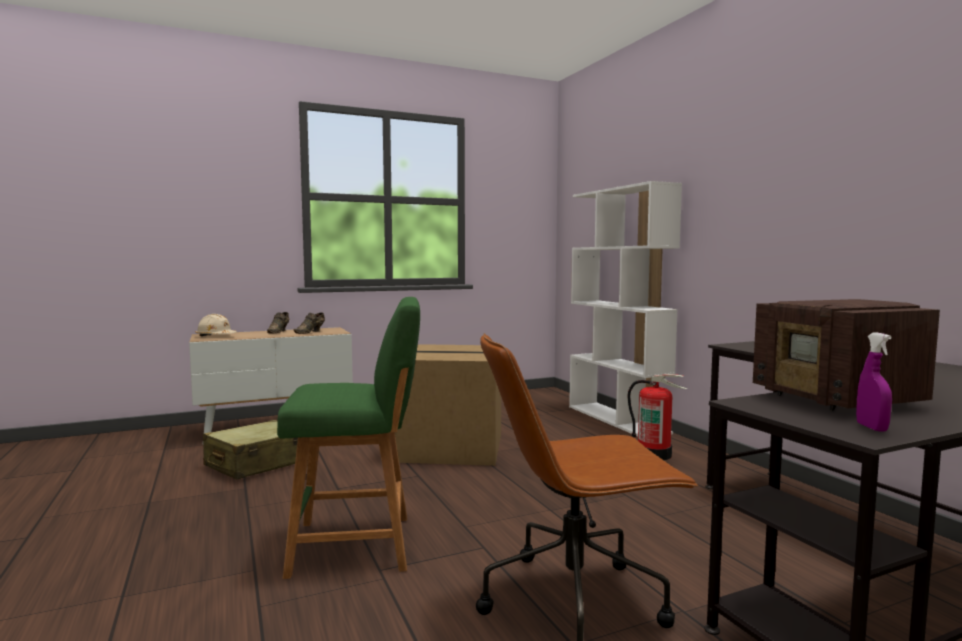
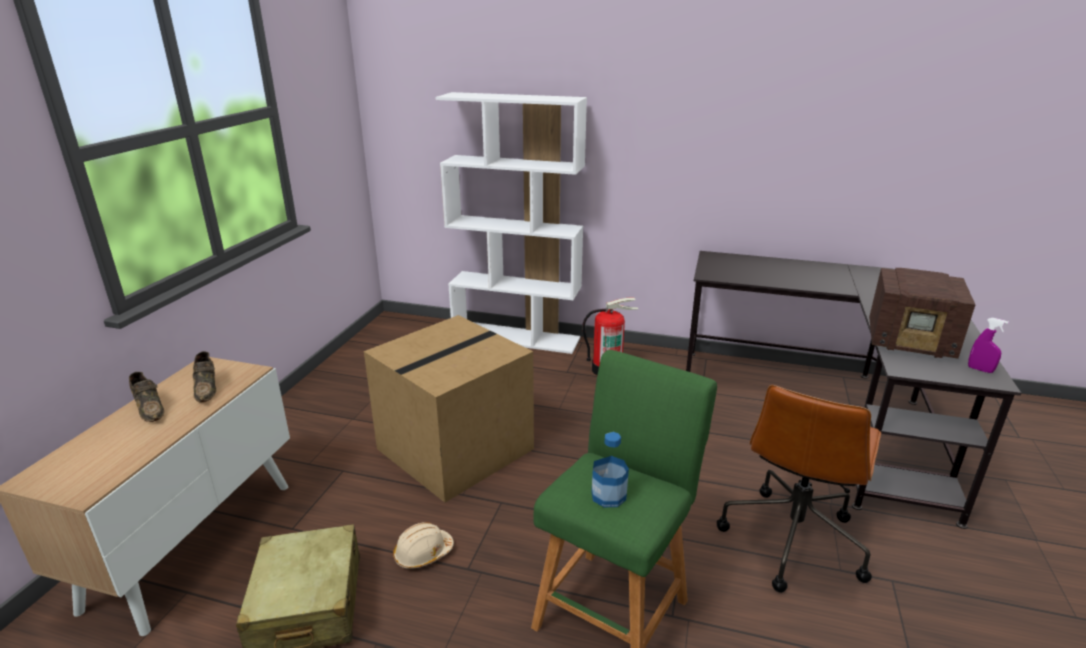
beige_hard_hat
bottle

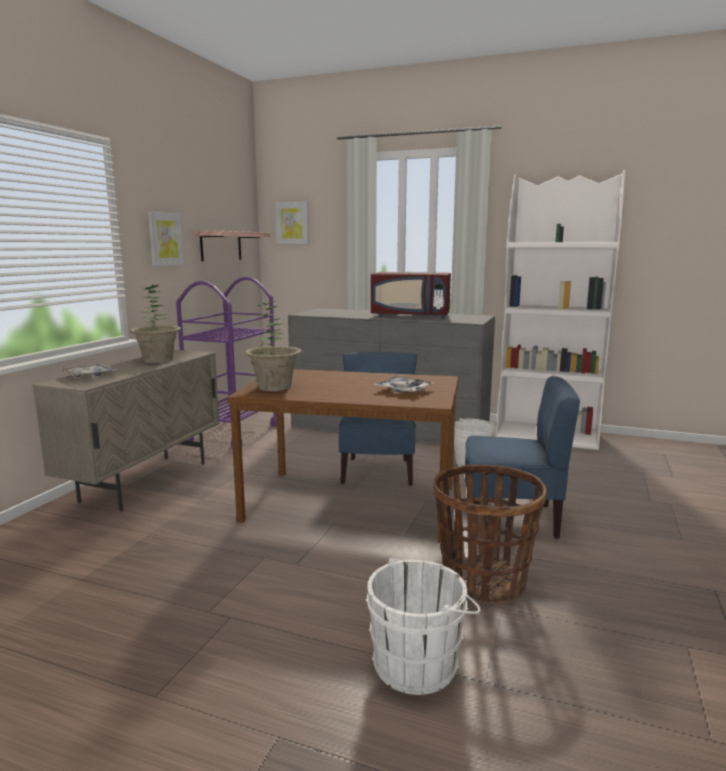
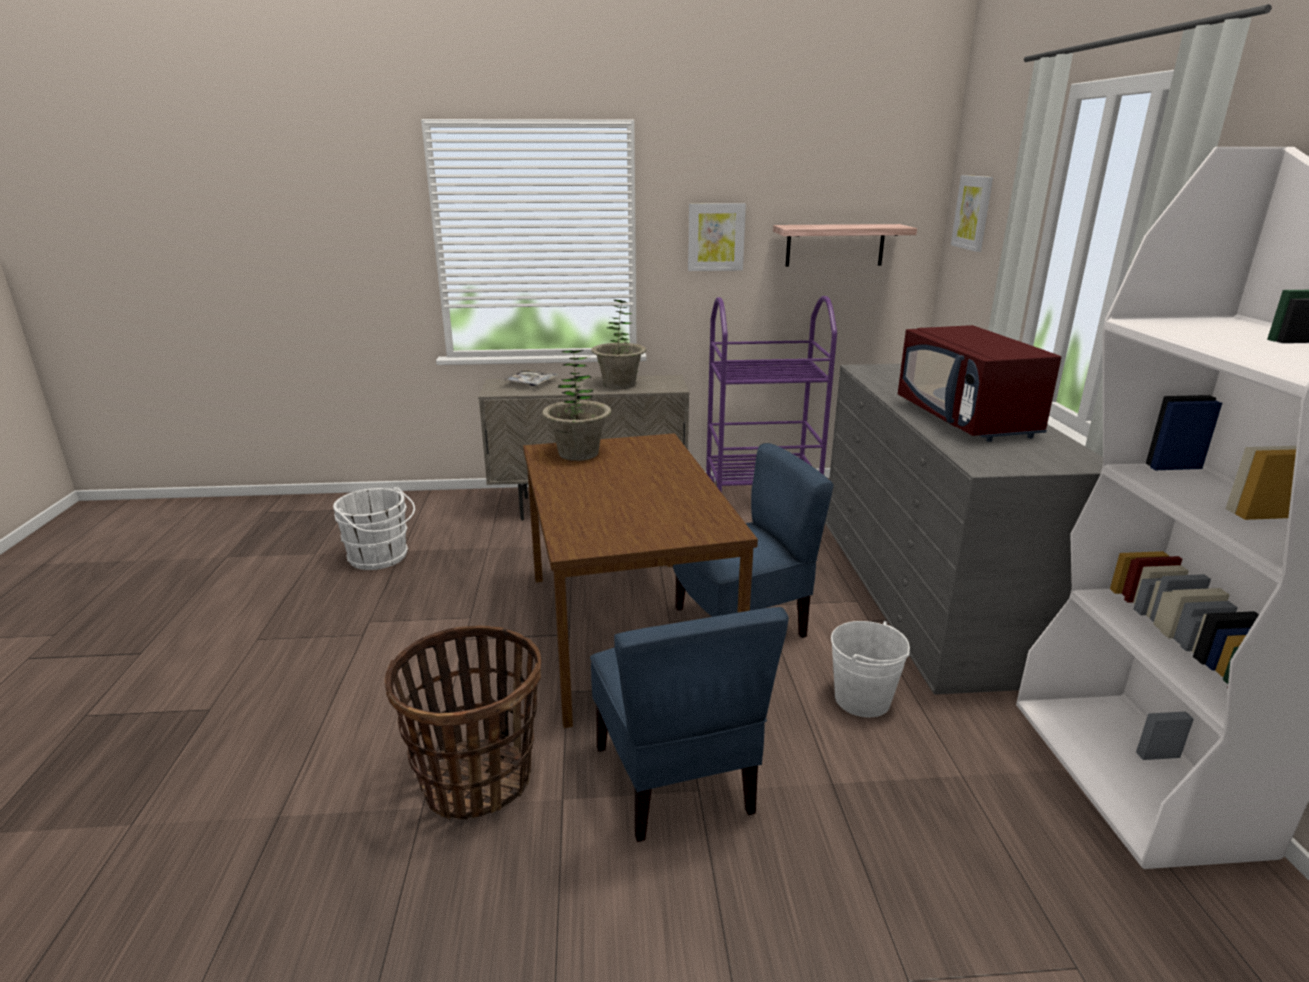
tray (no. 2 from left in the first image)
white_bucket (no. 1 from left)

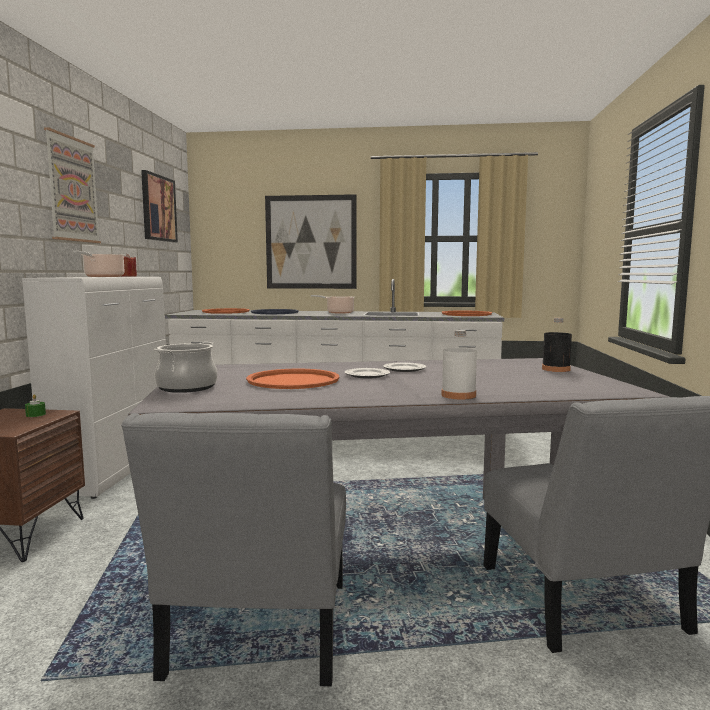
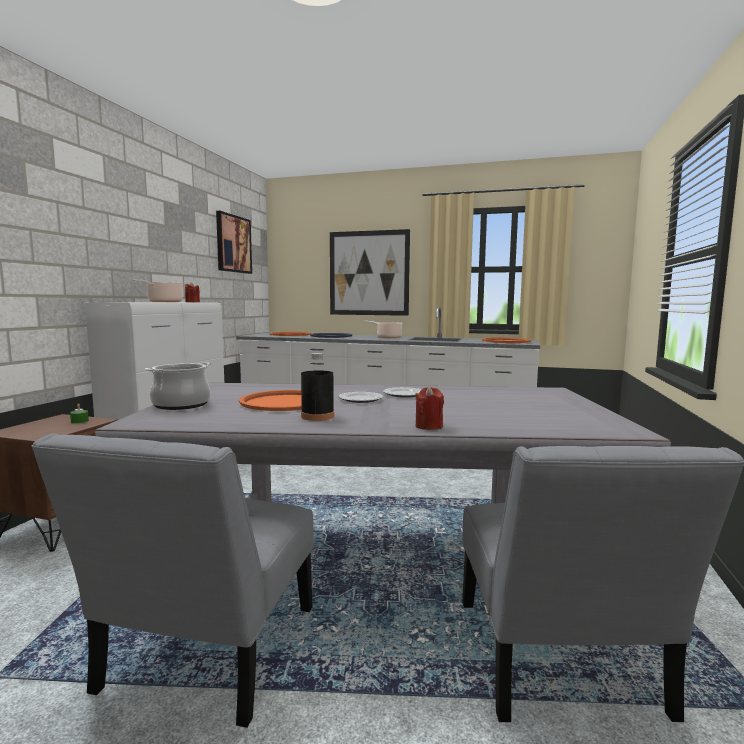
picture (no. 1 from left in the first image)
black_bottle
red_candle (no. 2 from left)

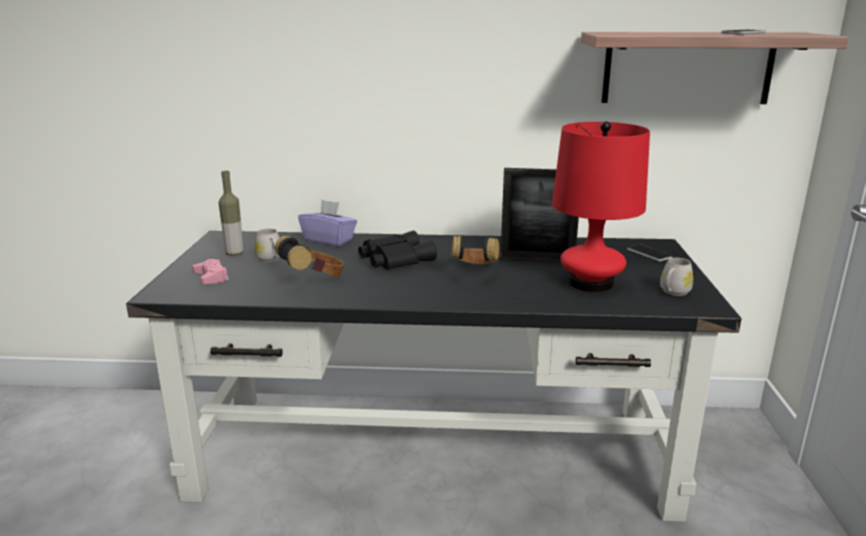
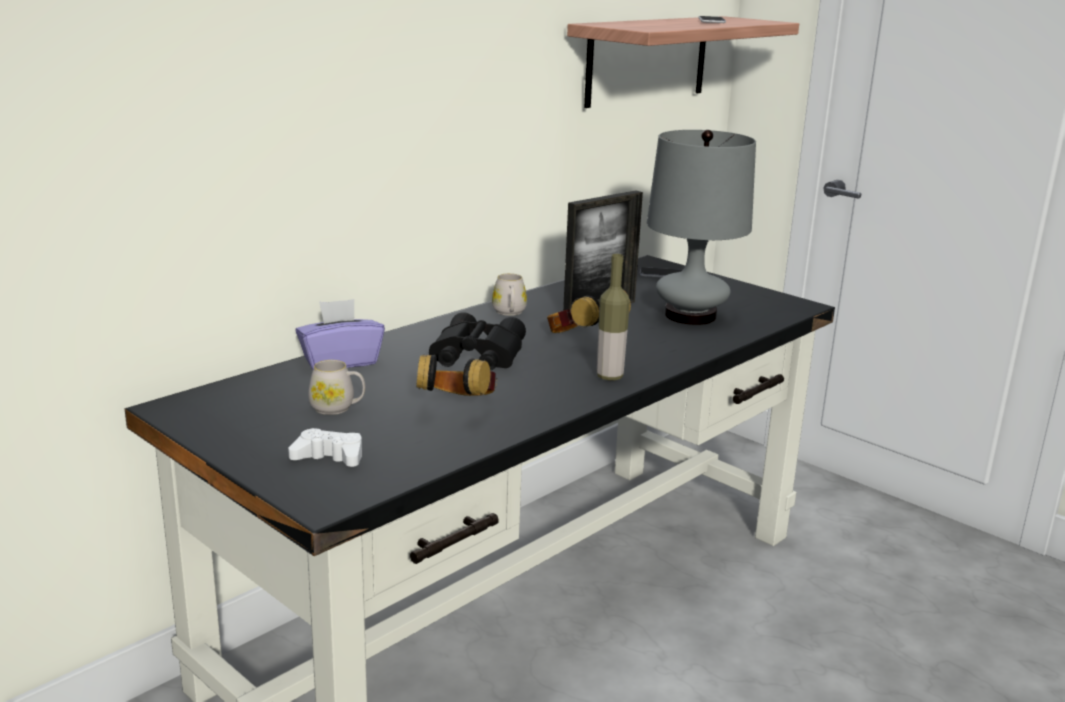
grey_table_lamp
bottle
white_mug (no. 2 from left)
white_game_controller

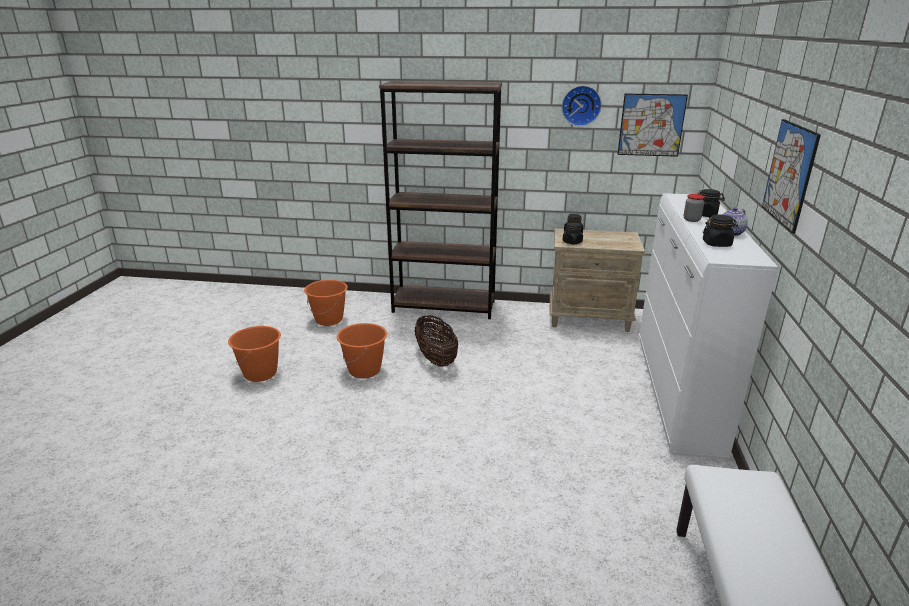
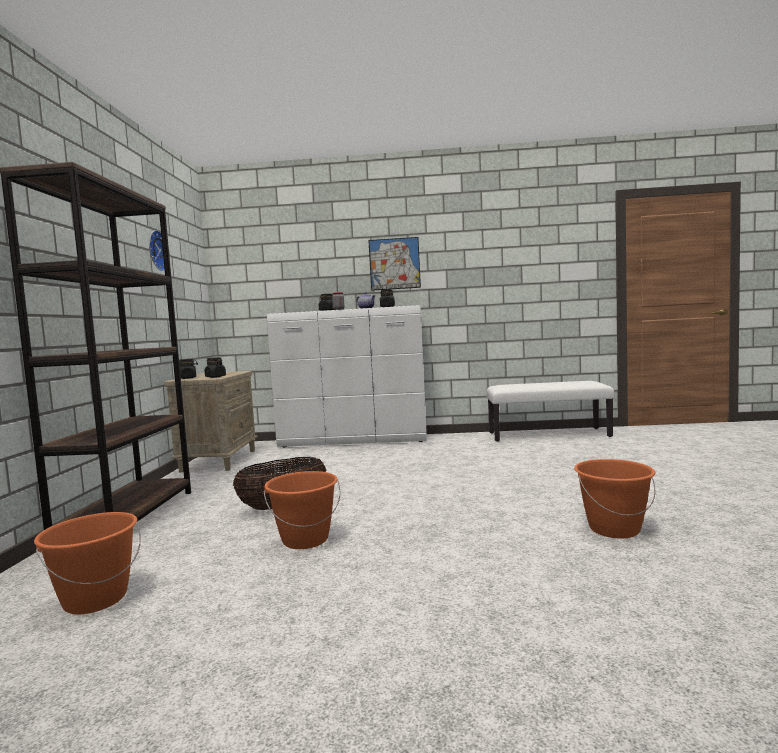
picture (no. 1 from left in the first image)
orange_bucket (no. 3 from left)

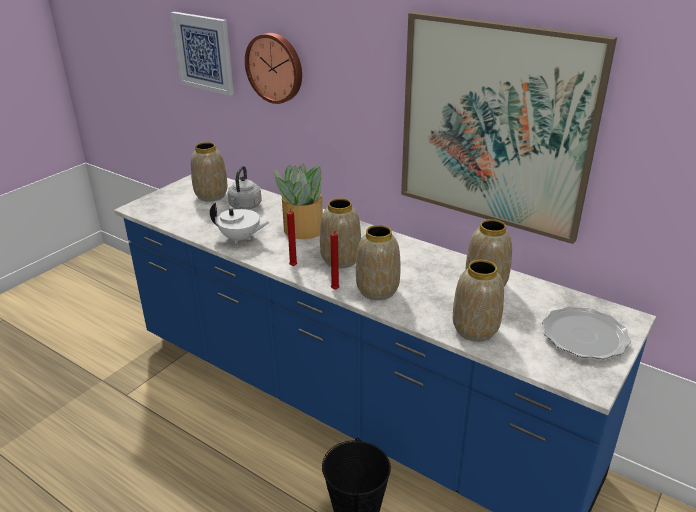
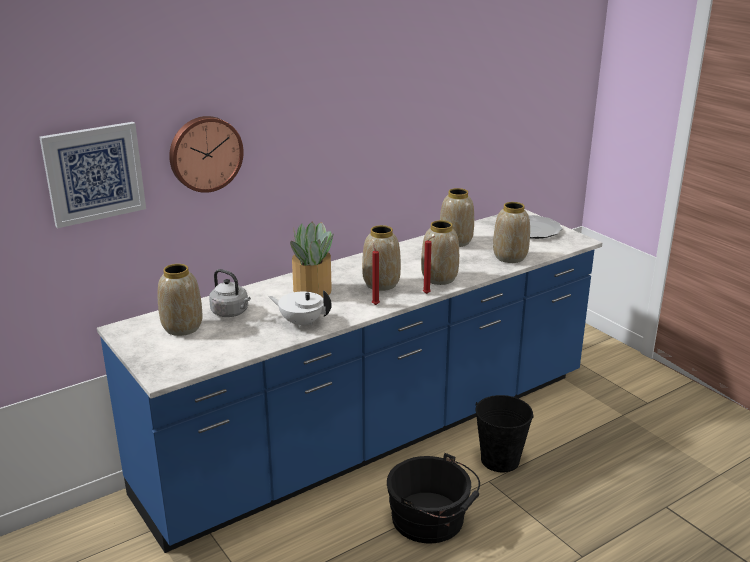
picture (no. 2 from left in the first image)
white_teapot
black_bucket (no. 1 from left)

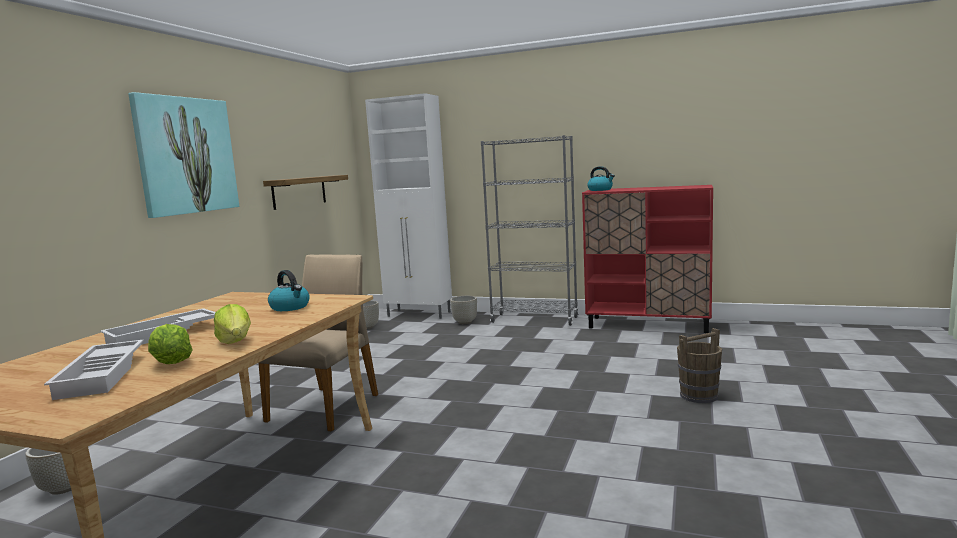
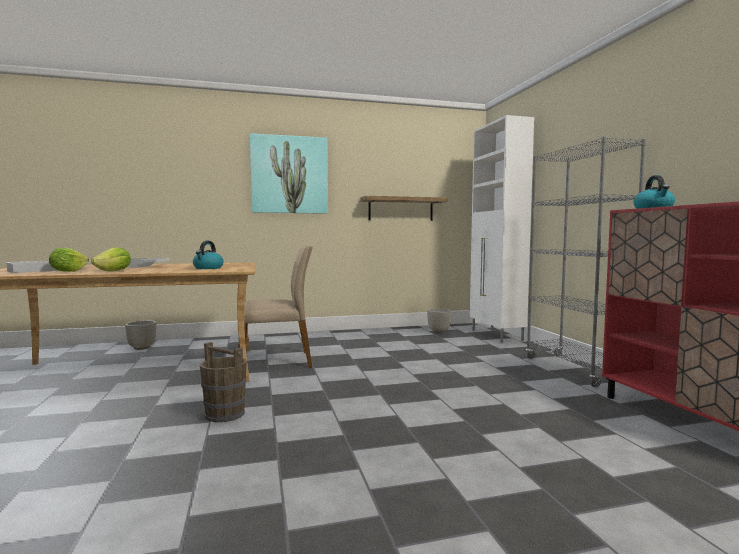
grey_planter (no. 3 from left in the first image)
brown_bucket

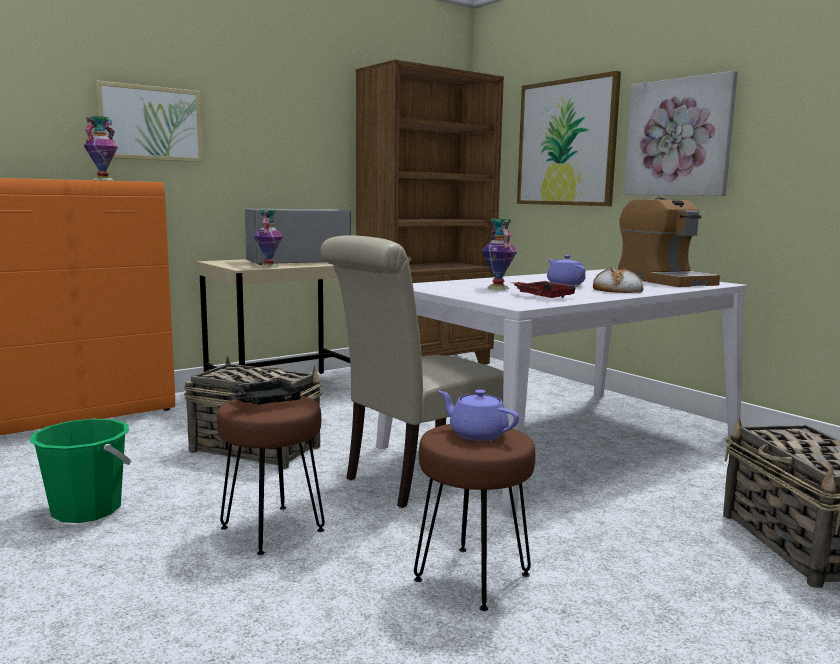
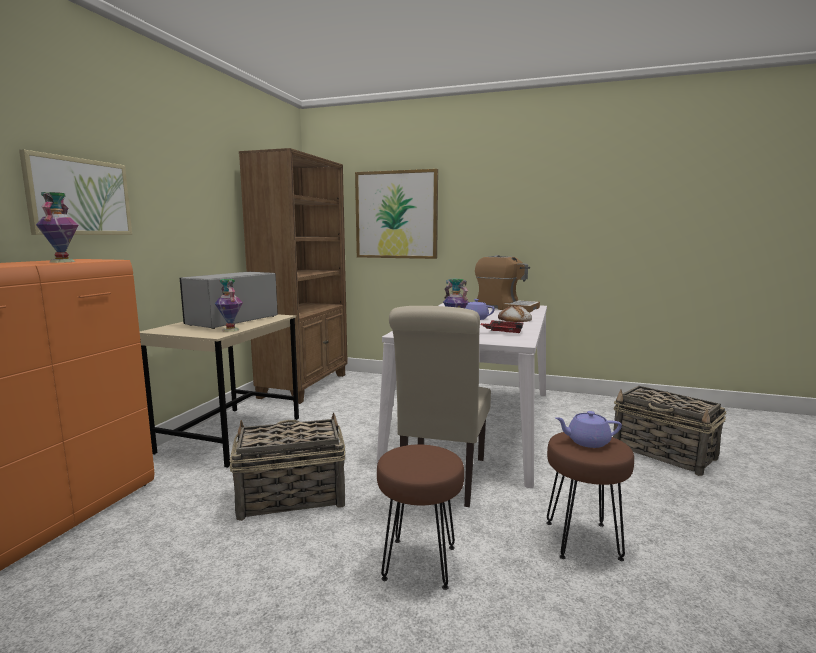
picture (no. 3 from left in the first image)
black_tray
green_bucket

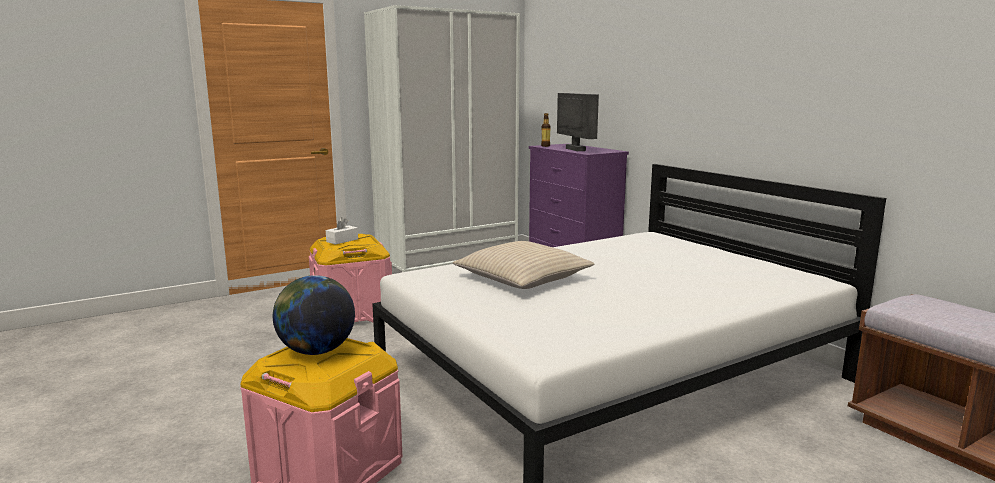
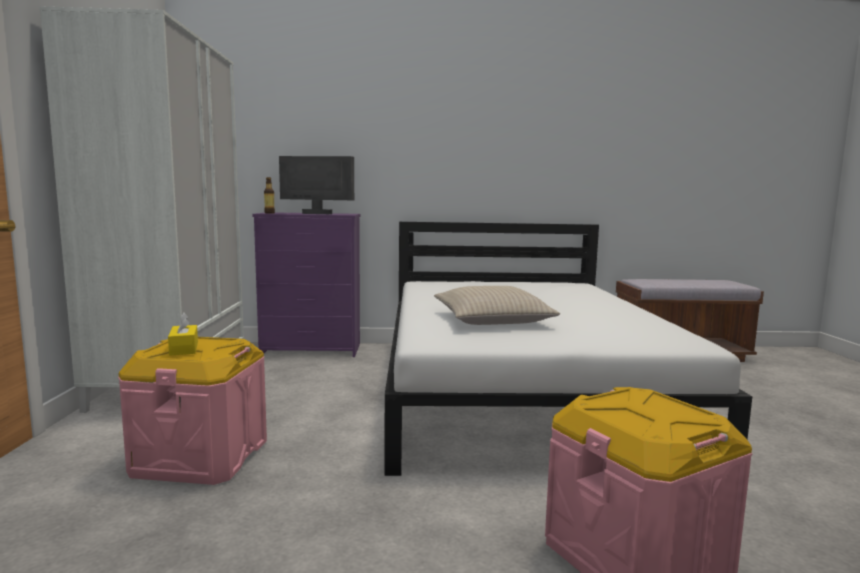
yellow_tissue_box
globe

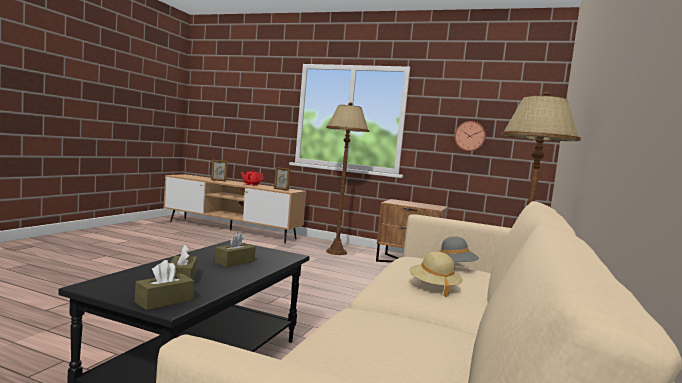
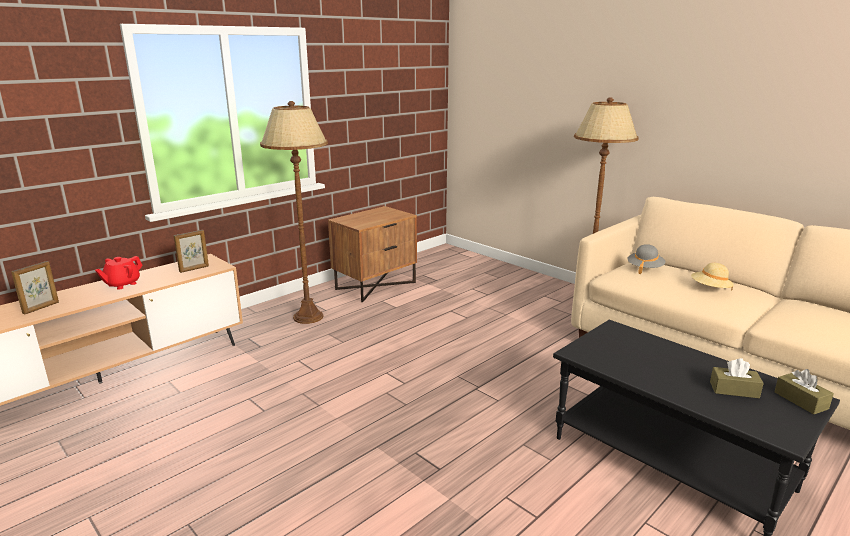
wall_clock
brown_tissue_box (no. 3 from left in the first image)

